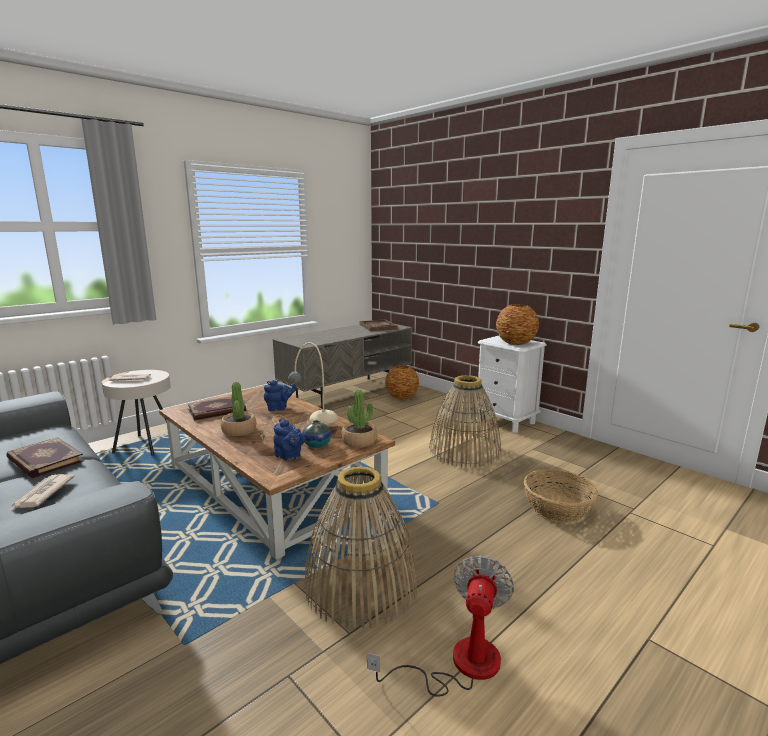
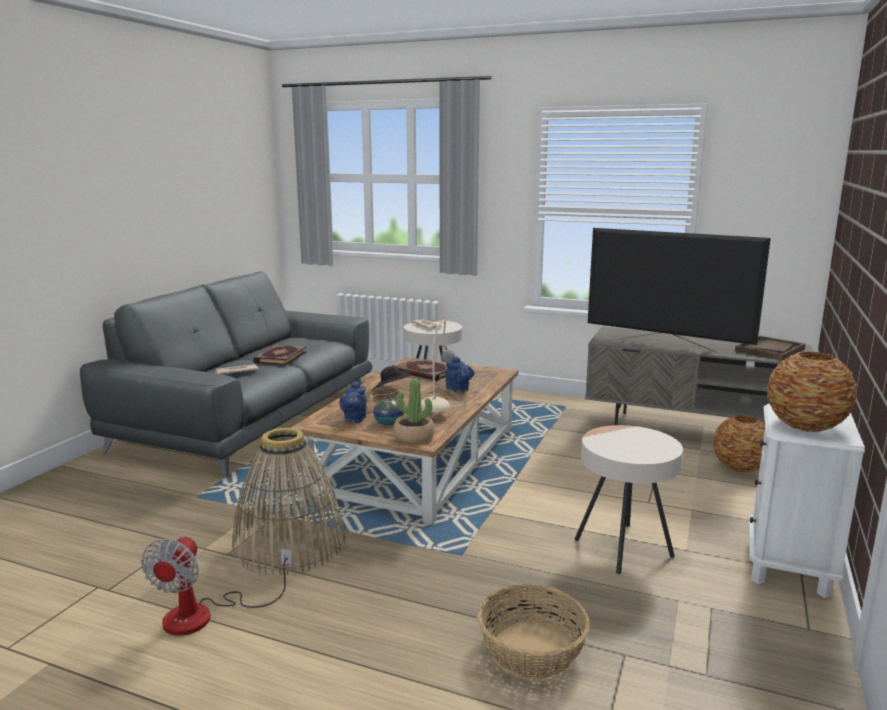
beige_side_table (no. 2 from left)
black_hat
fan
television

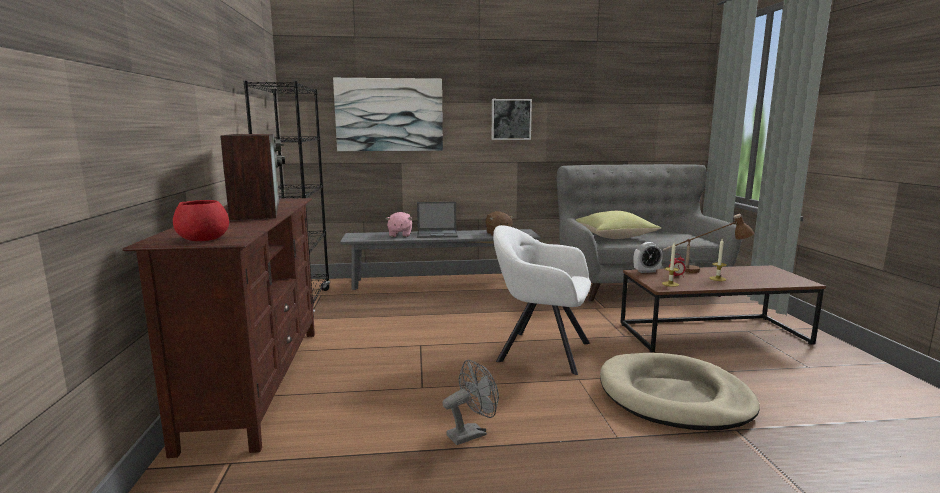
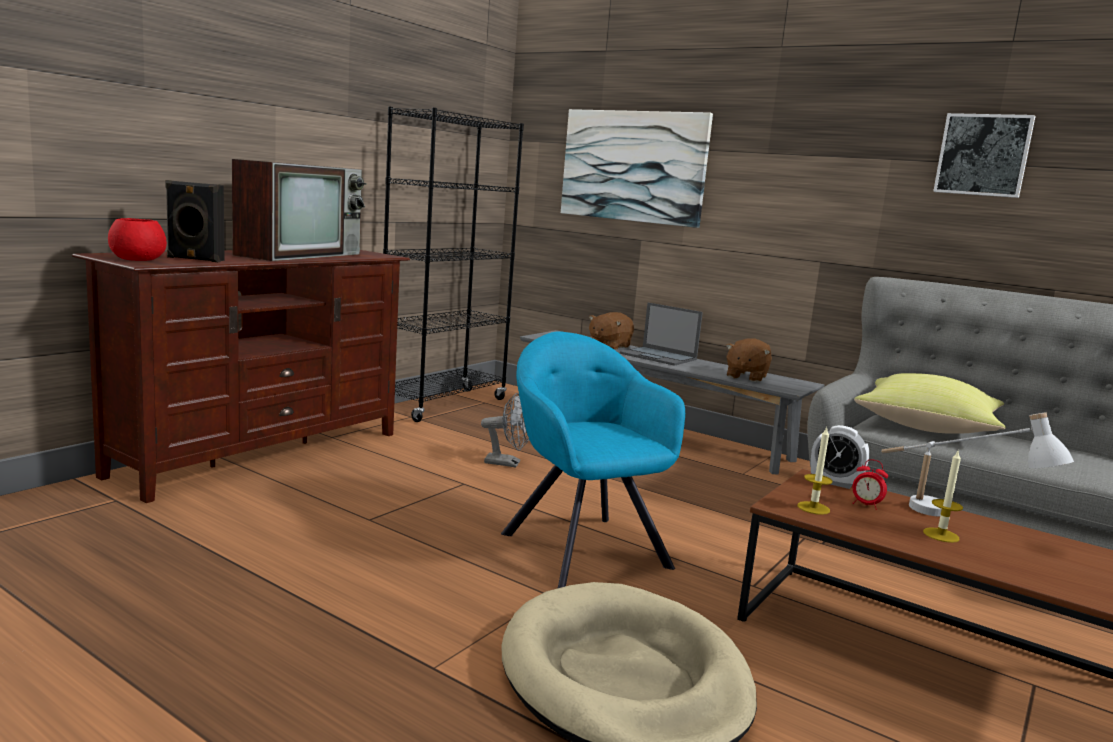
picture (no. 2 from left)
brown_plush_toy (no. 1 from left)
white_table_lamp
turquoise_armchair
grey_fan
black_speaker

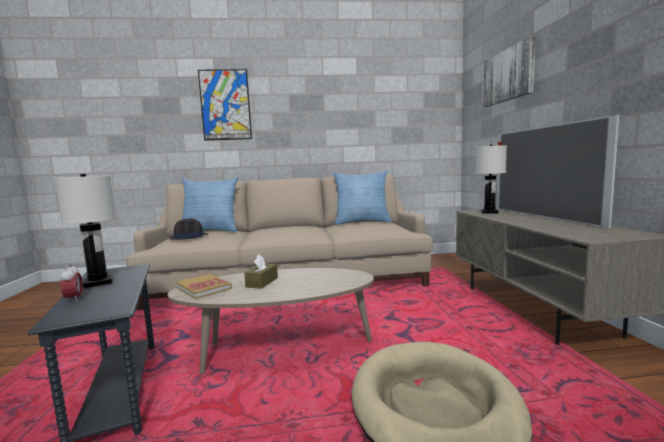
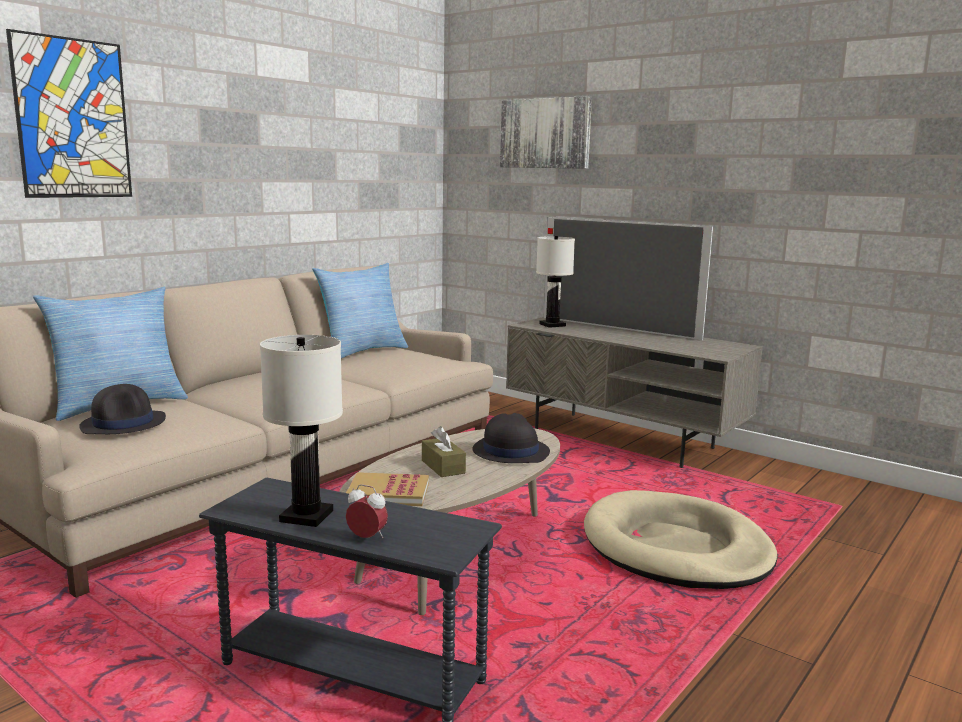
black_hat (no. 2 from left)

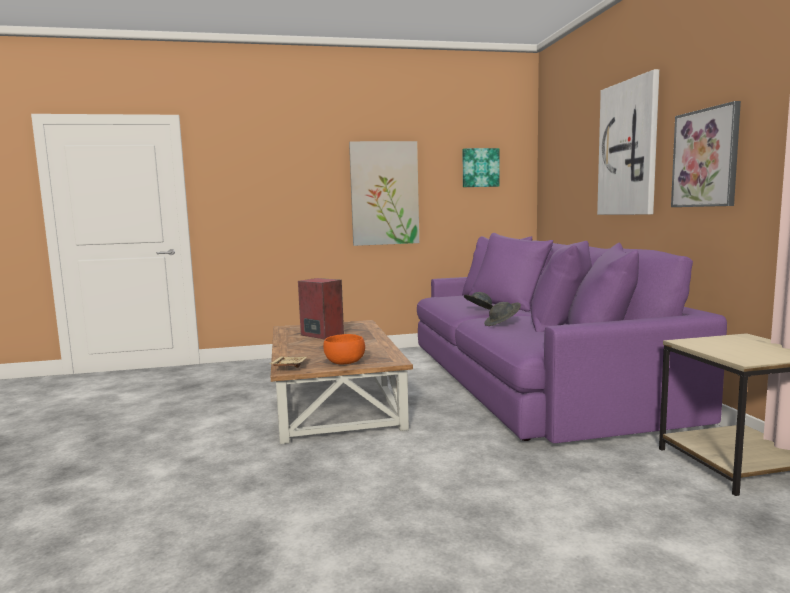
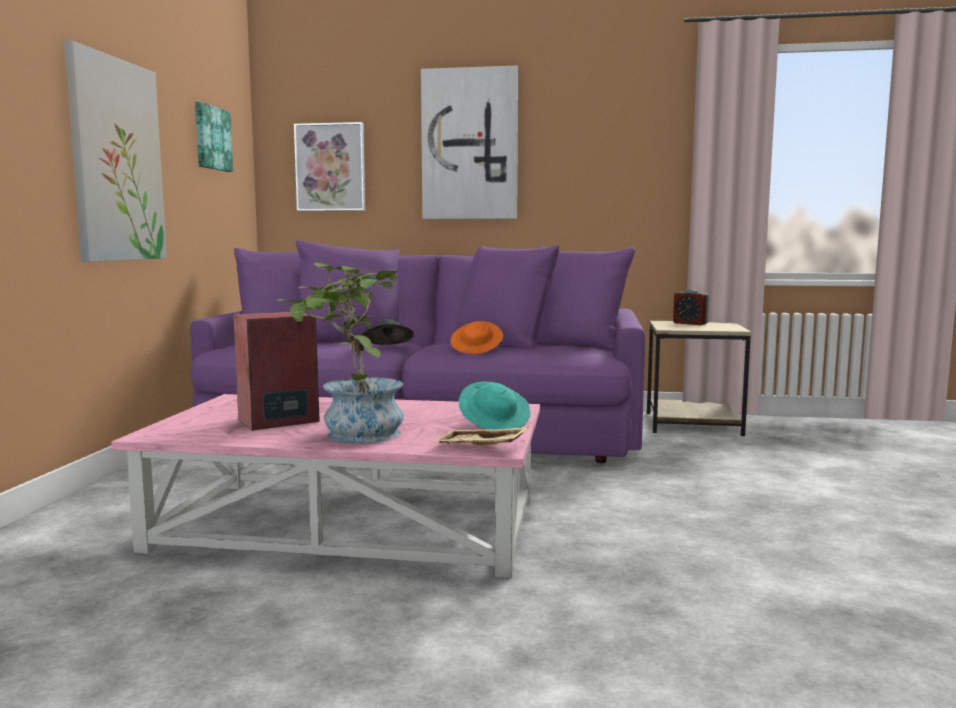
picture (no. 3 from left)
orange_hat
pink_coffee_table
turquoise_hat
potted_plant
alarm_clock

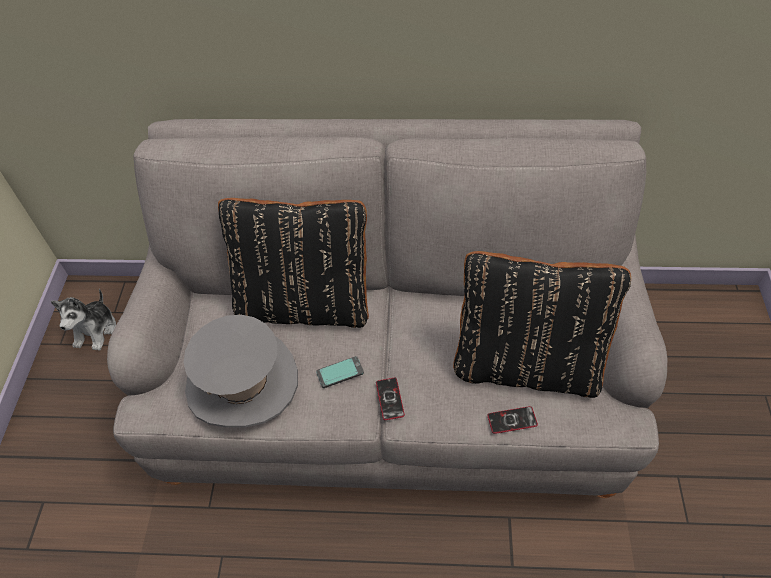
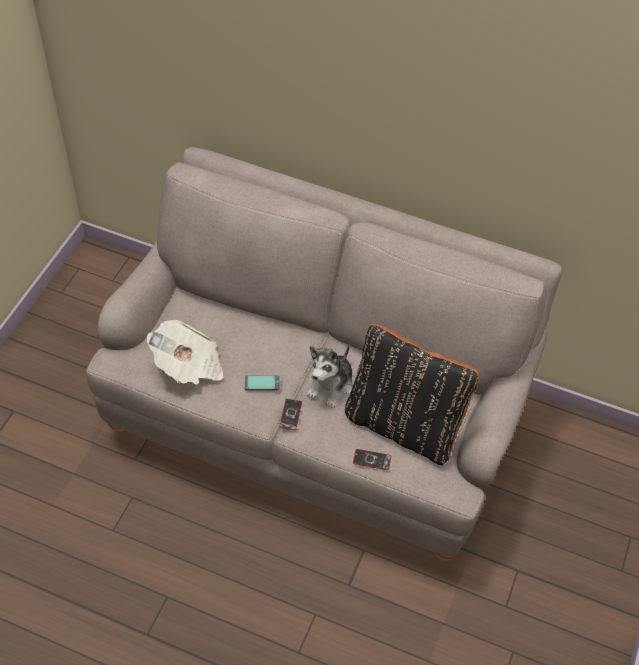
black_pillow (no. 1 from left in the first image)
plush_toy
newspaper

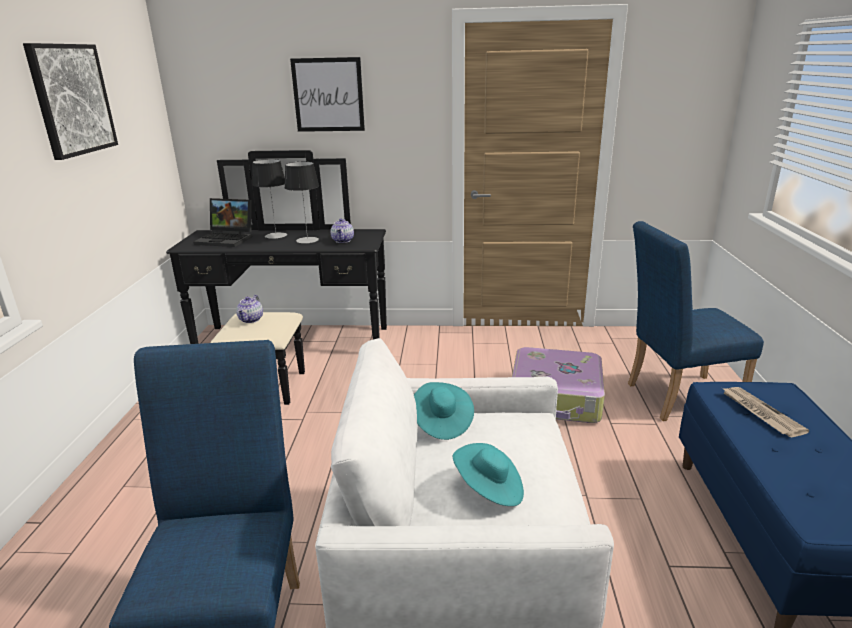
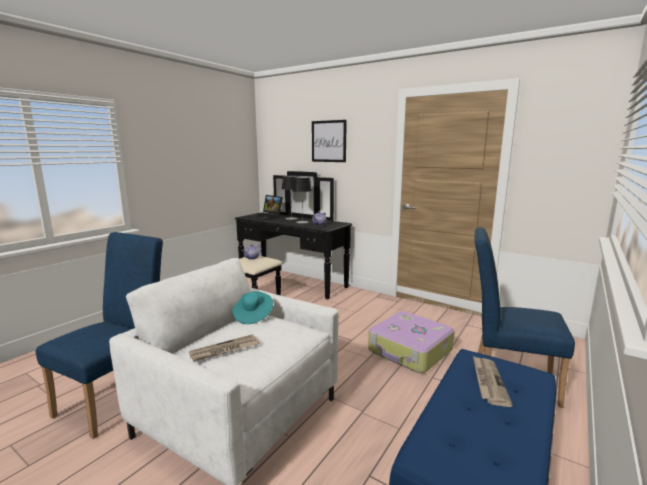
picture (no. 1 from left in the first image)
newspaper (no. 1 from left)

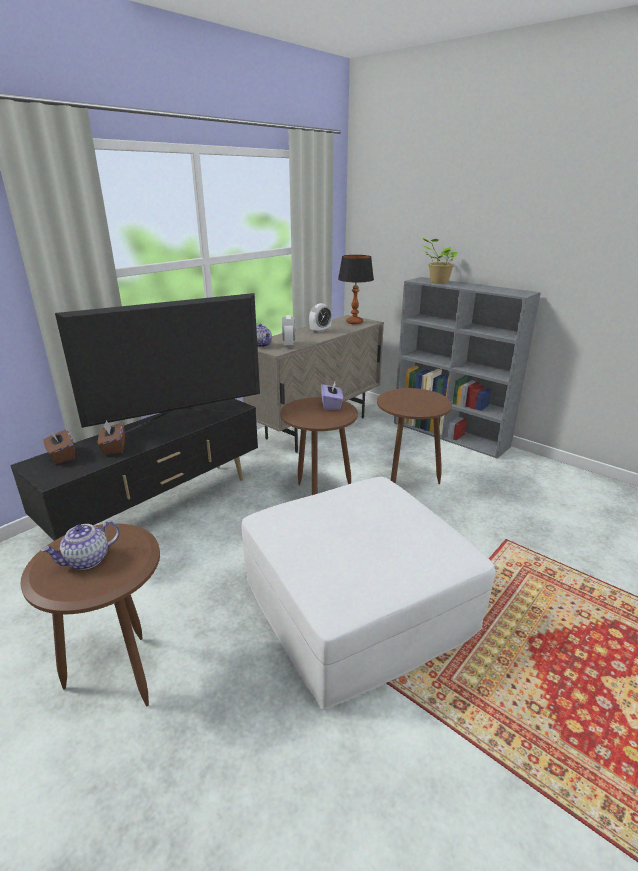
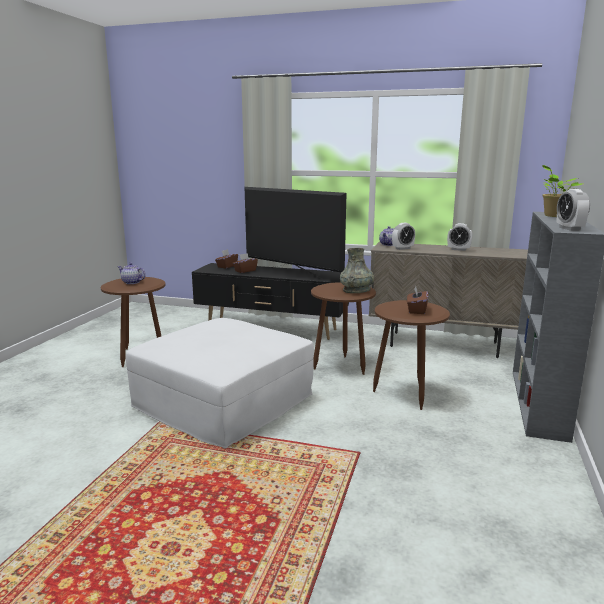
table_lamp
grey_vase
alarm_clock (no. 3 from left)
brown_tissue_box (no. 3 from left)

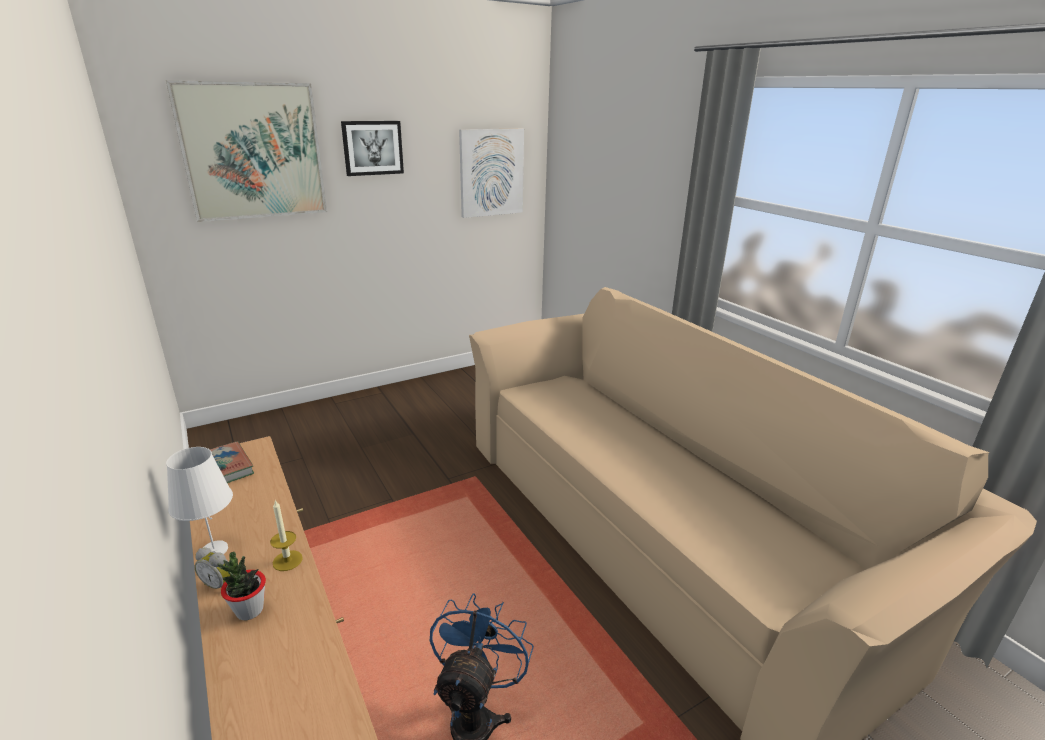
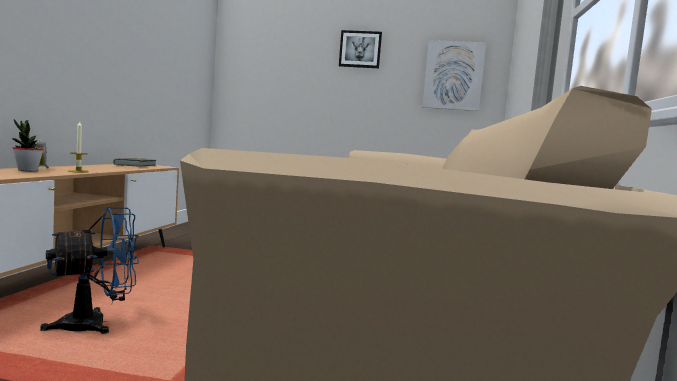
picture (no. 1 from left in the first image)
white_table_lamp

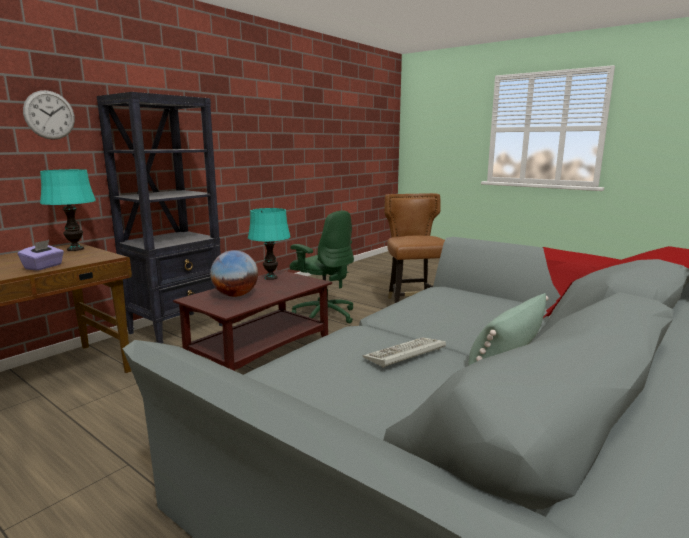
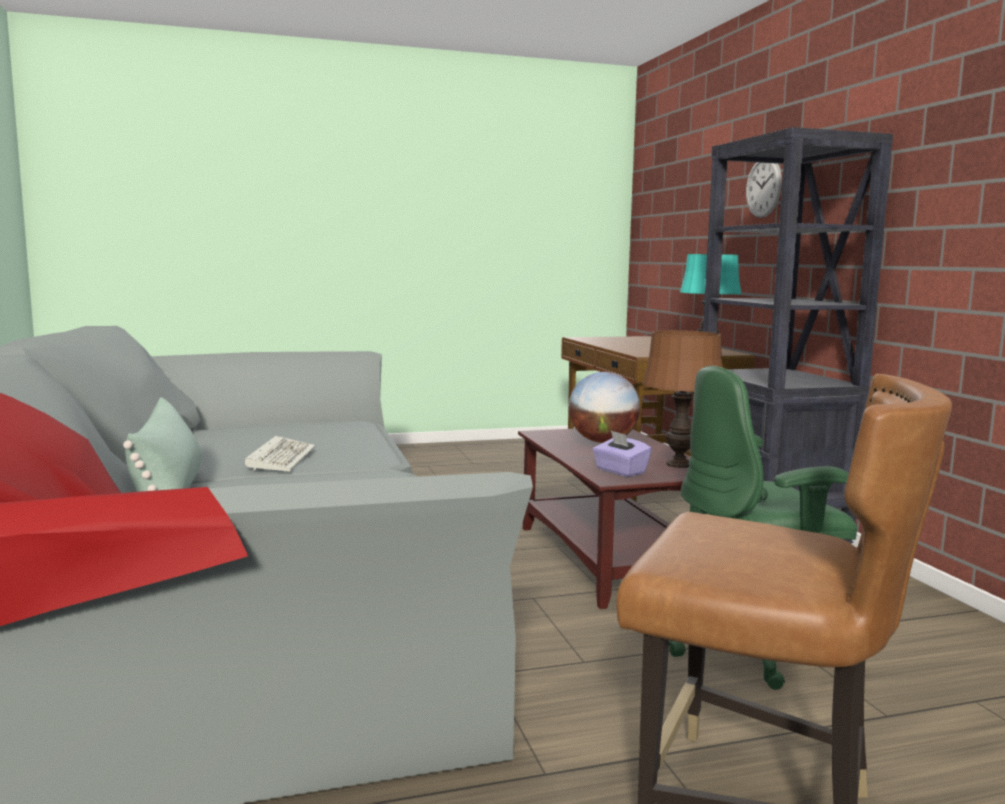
brown_table_lamp
purple_tissue_box

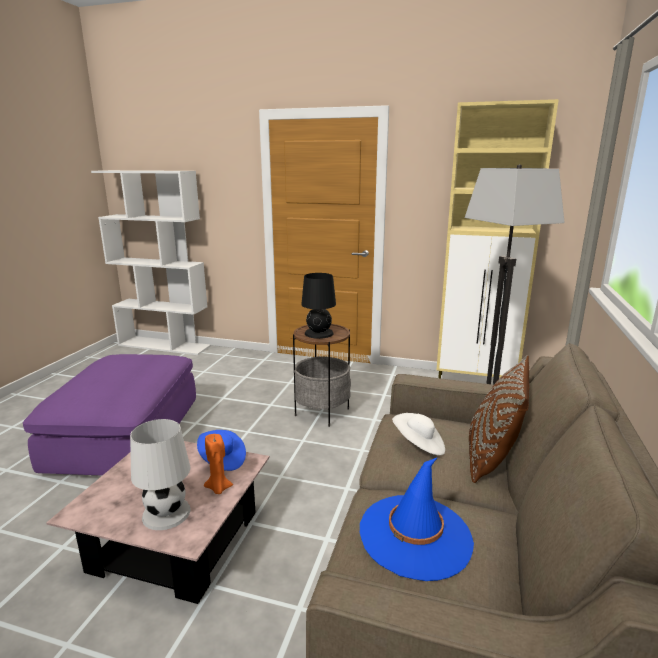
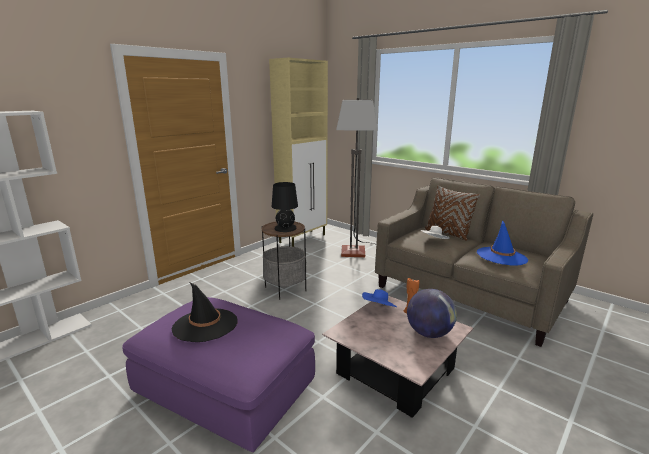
globe
black_hat

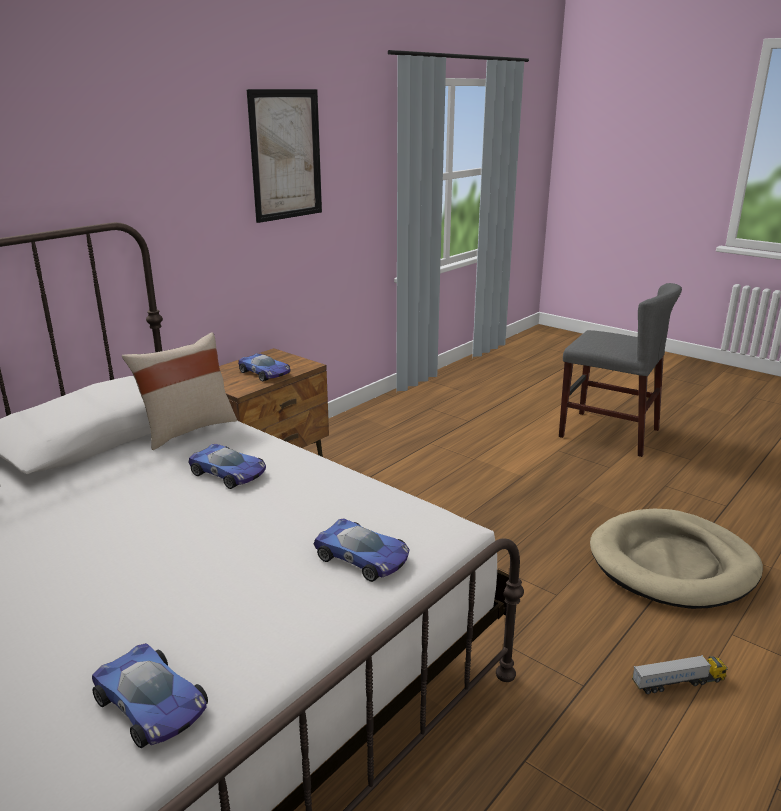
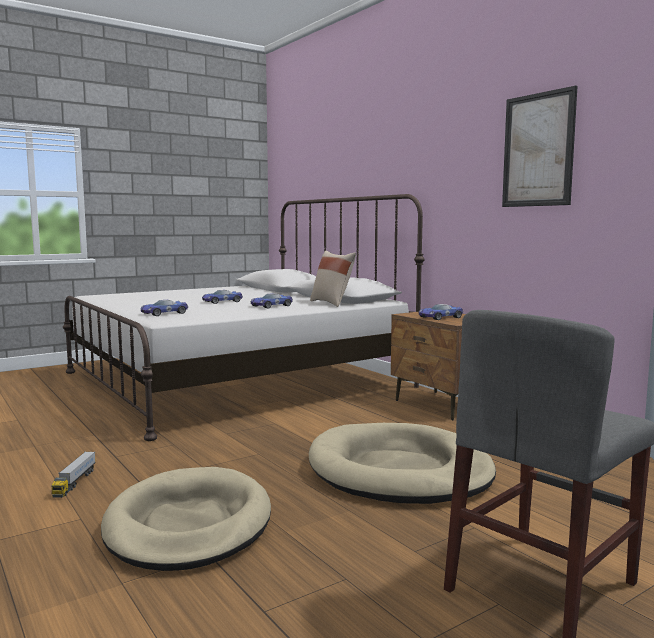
toy_car (no. 2 from left)
beige_dog_bed (no. 2 from left)

